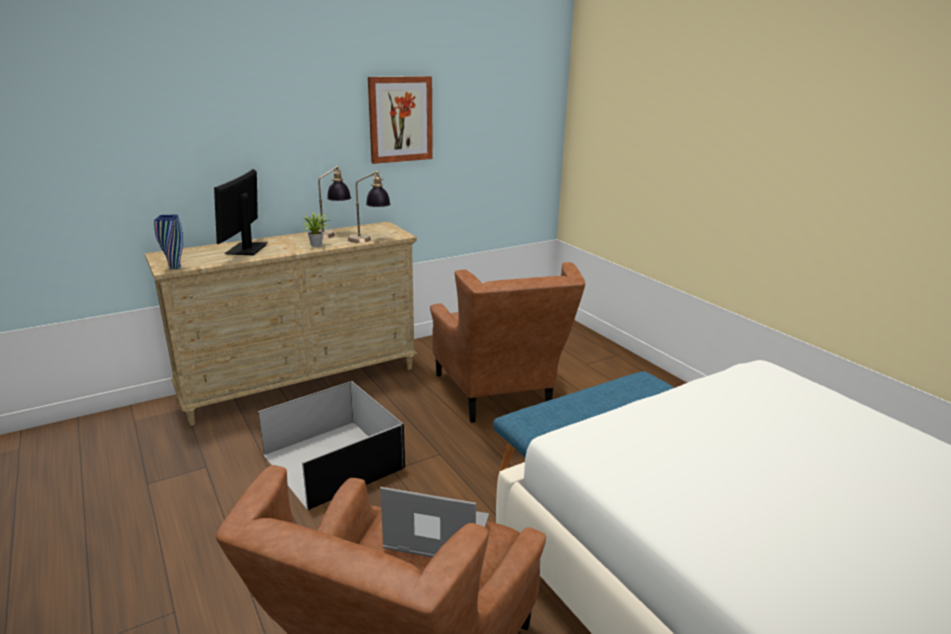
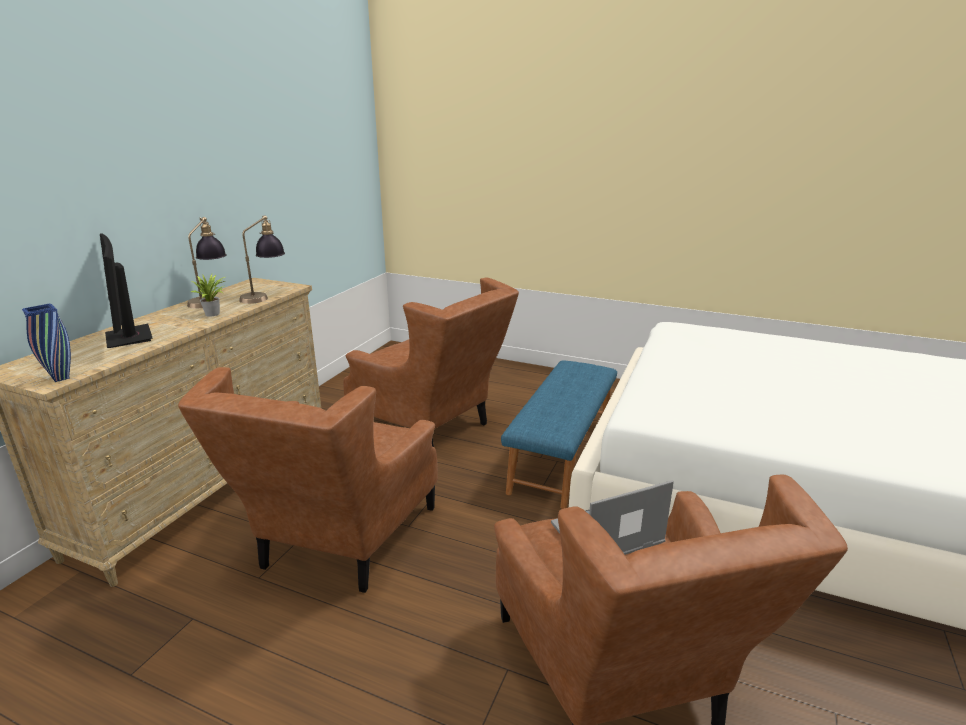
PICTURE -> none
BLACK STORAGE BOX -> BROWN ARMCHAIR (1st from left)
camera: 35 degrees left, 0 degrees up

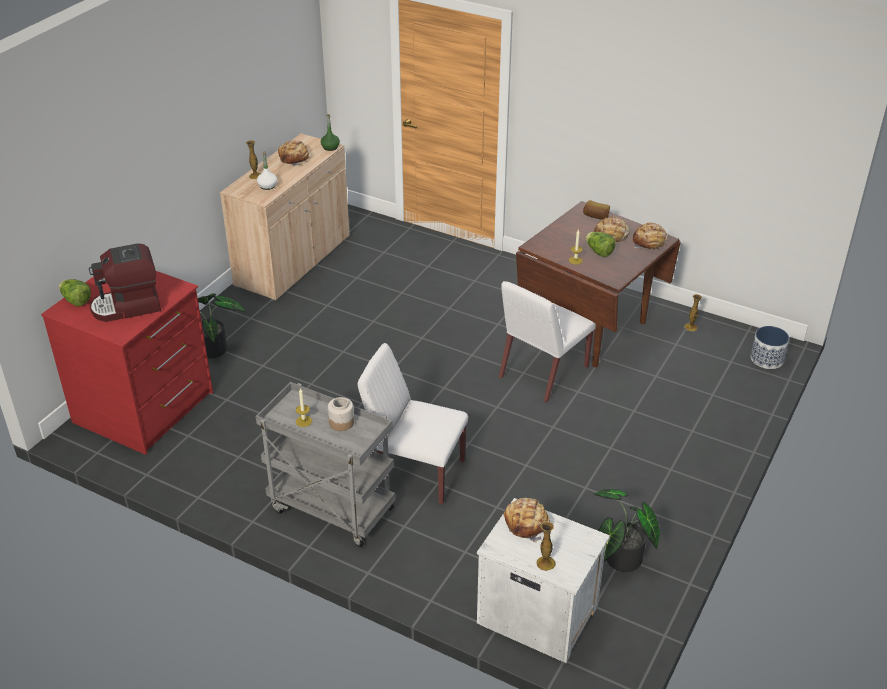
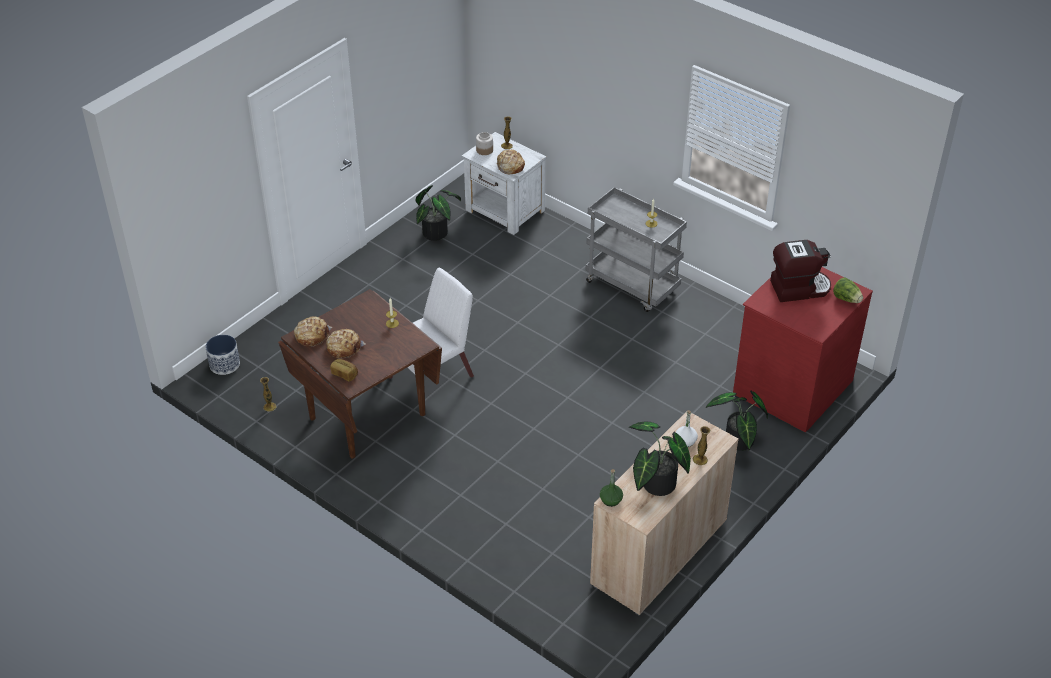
WHITE CHAIR (1st from left) -> none
LETTUCE (2nd from left) -> none
JAR, move
BREAD (1st from left) -> POTTED PLANT (2nd from left)
camera: 170 degrees left, 5 degrees up

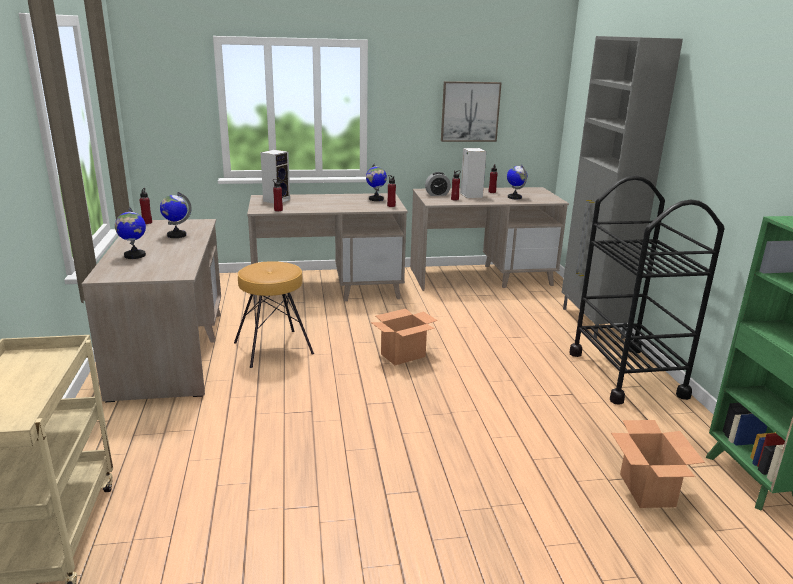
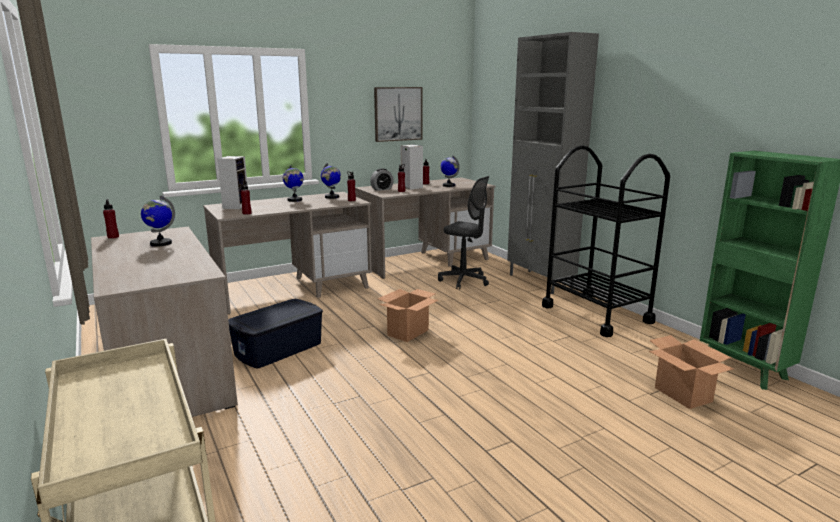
none -> GREY OFFICE CHAIR
GLOBE (1st from left in the first image) -> GLOBE (2nd from left), move
BROWN STOOL -> BLUE STORAGE BOX
camera: 20 degrees left, 5 degrees down

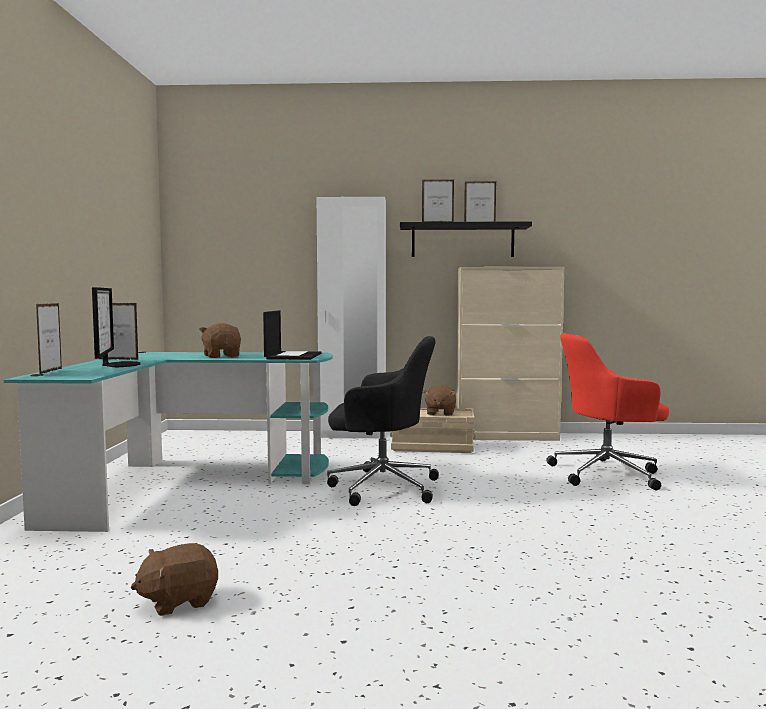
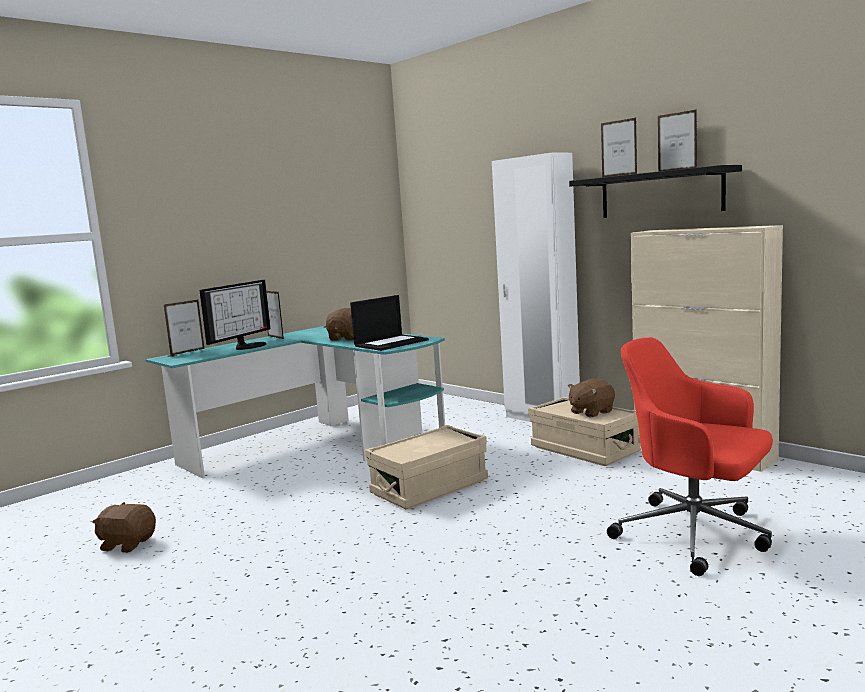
BLACK OFFICE CHAIR -> BEIGE STORAGE BOX (1st from left)
camera: 45 degrees right, 5 degrees up

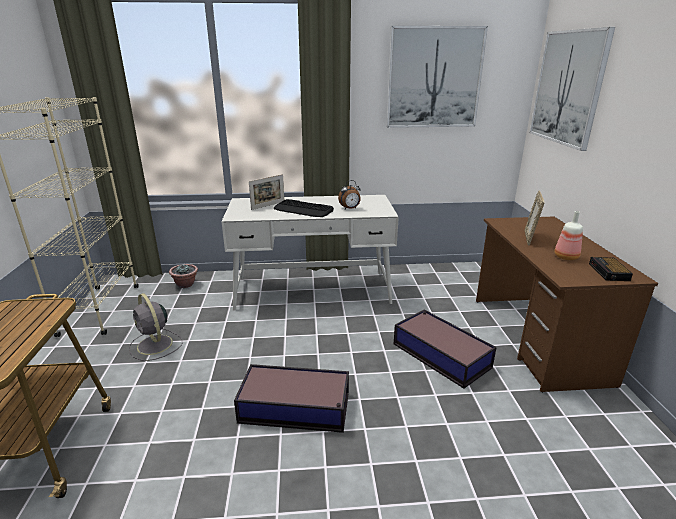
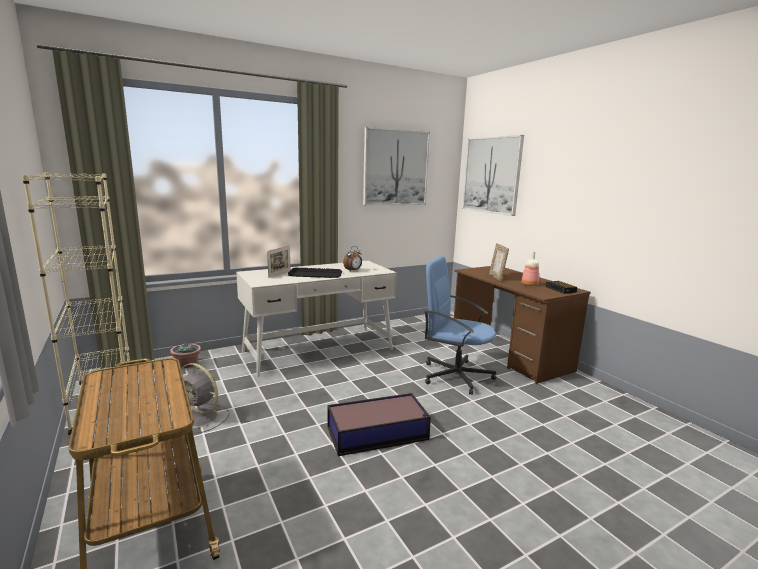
STORAGE BOX (2nd from left) -> BLUE OFFICE CHAIR
camera: 25 degrees left, 10 degrees down

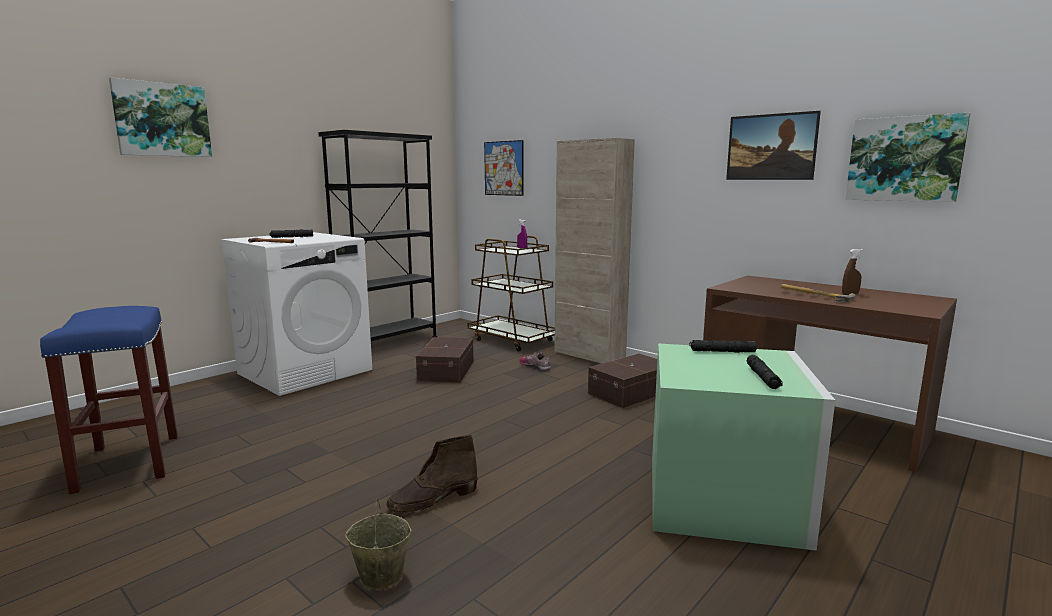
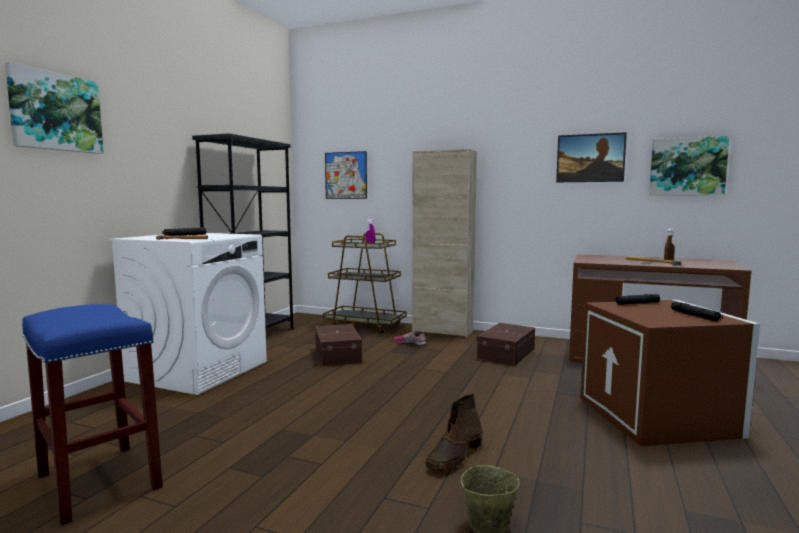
GREEN STORAGE BOX -> BROWN STORAGE BOX (3rd from left)
camera: 20 degrees left, 5 degrees down

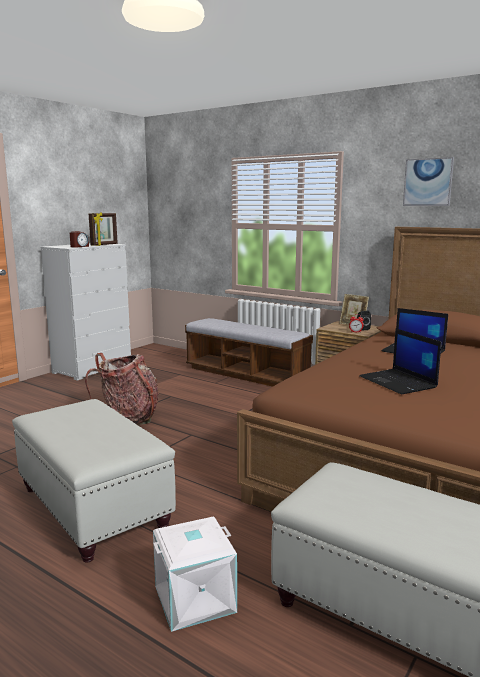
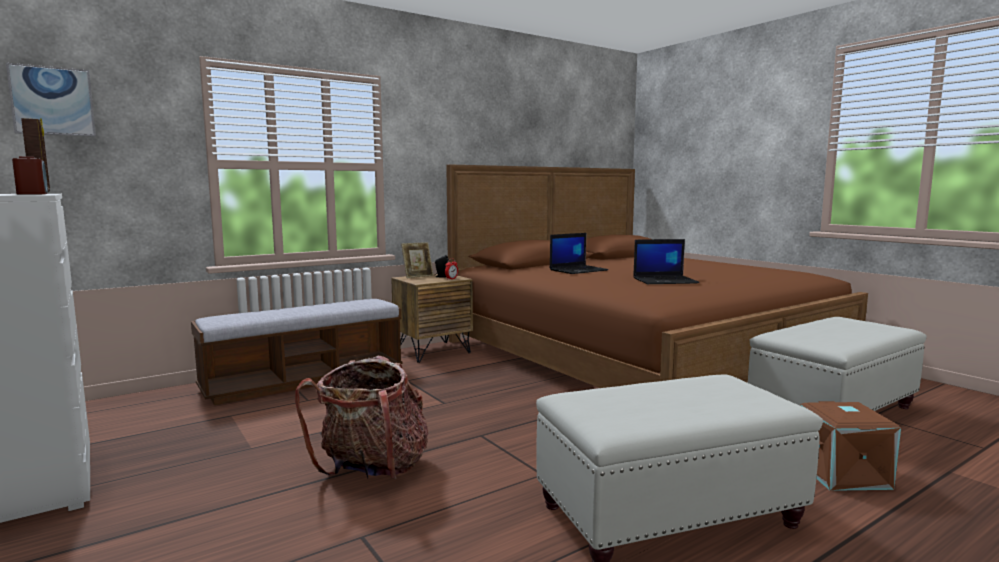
PICTURE, move
WHITE STORAGE BOX -> BROWN STORAGE BOX
camera: 70 degrees left, 5 degrees down

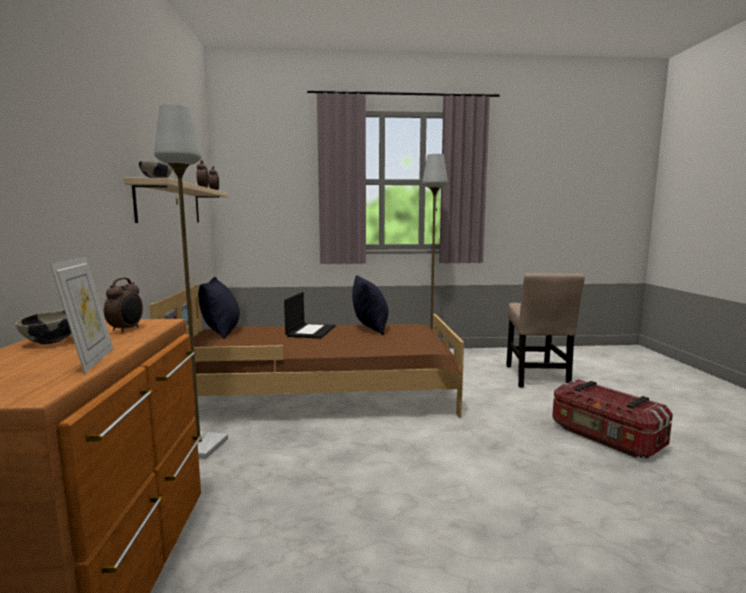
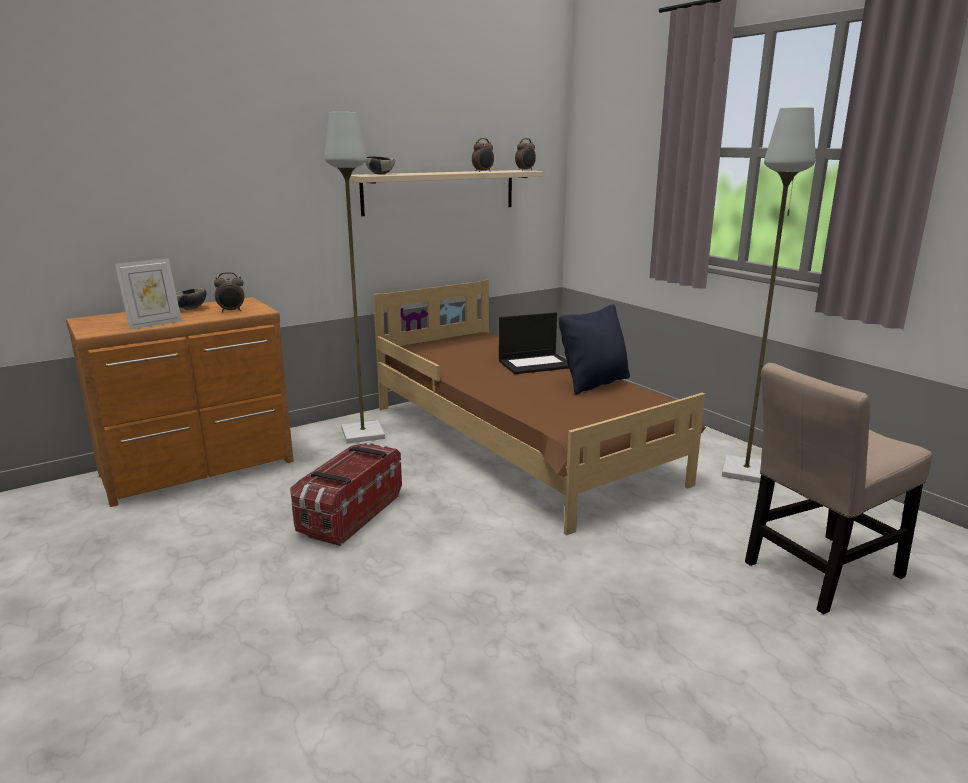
BLACK PILLOW (1st from left) -> none
STORAGE BOX, move
camera: 60 degrees right, 10 degrees up

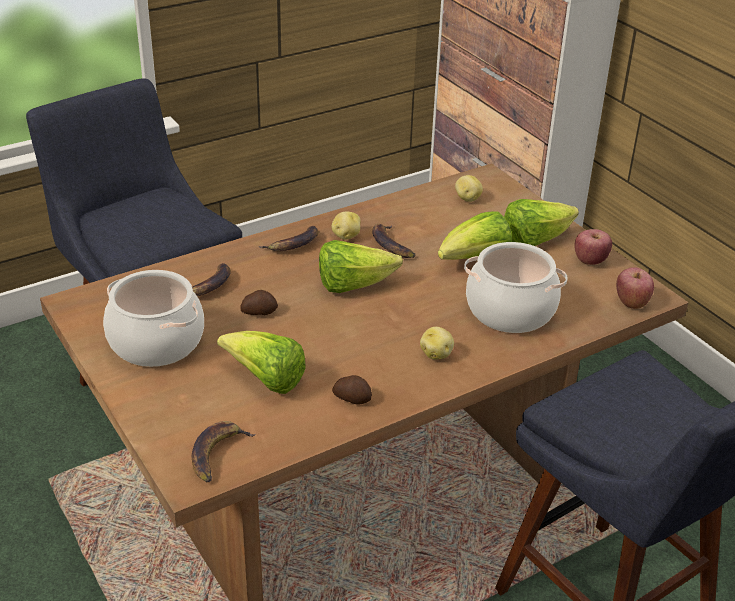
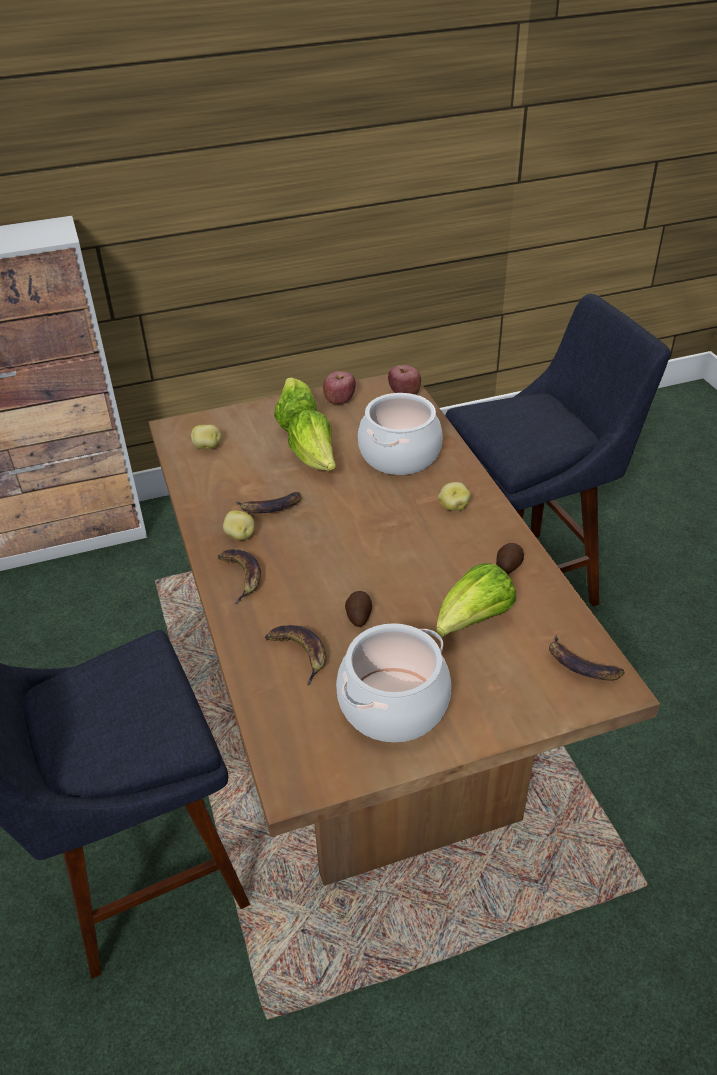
LETTUCE (2nd from left) -> none
camera: 75 degrees left, 5 degrees up

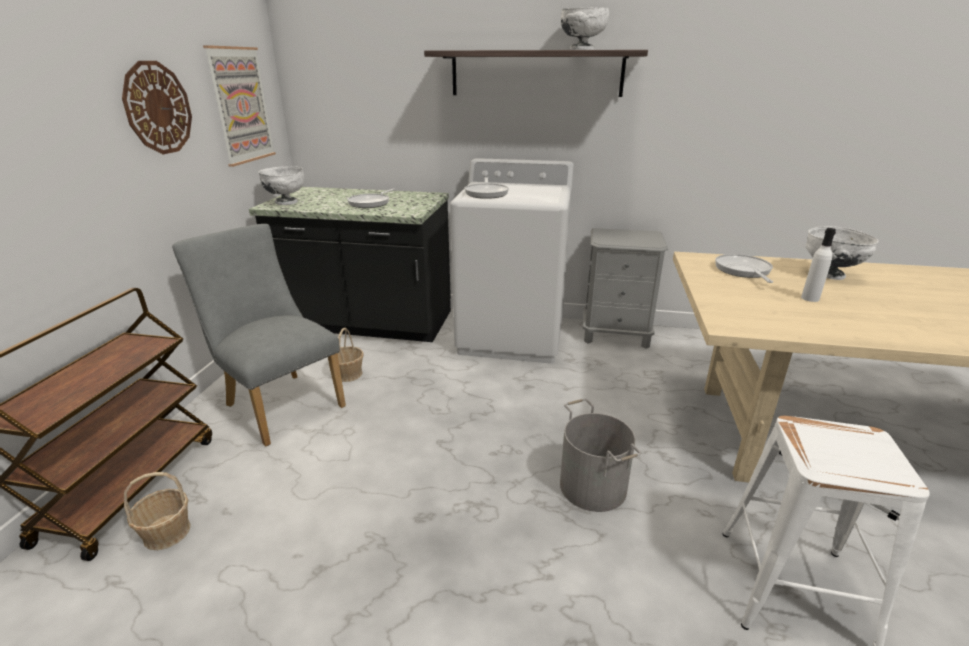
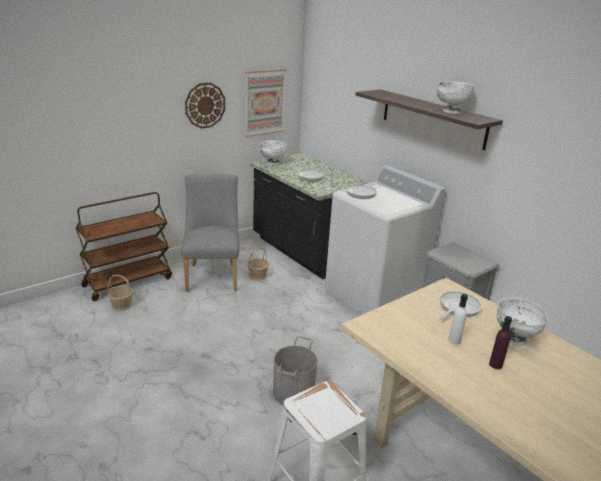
none -> PURPLE BOTTLE
camera: 40 degrees right, 0 degrees up

